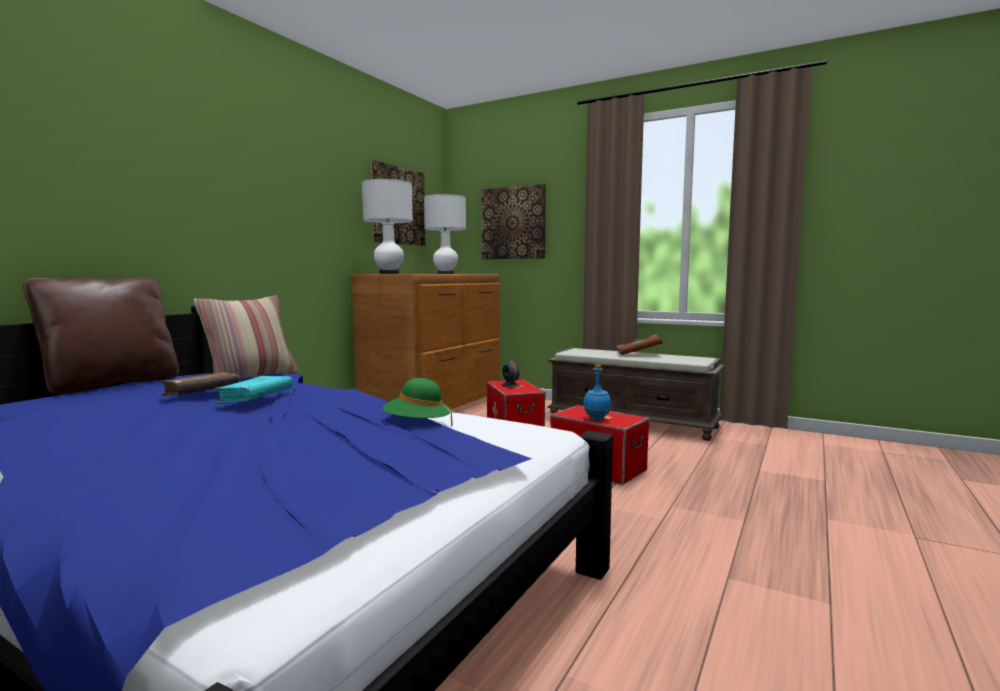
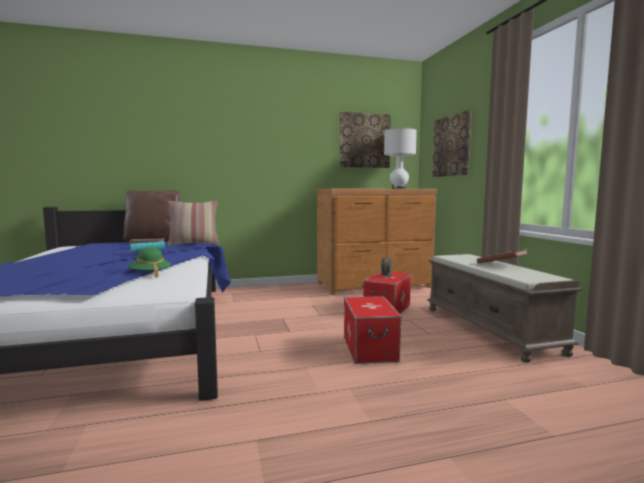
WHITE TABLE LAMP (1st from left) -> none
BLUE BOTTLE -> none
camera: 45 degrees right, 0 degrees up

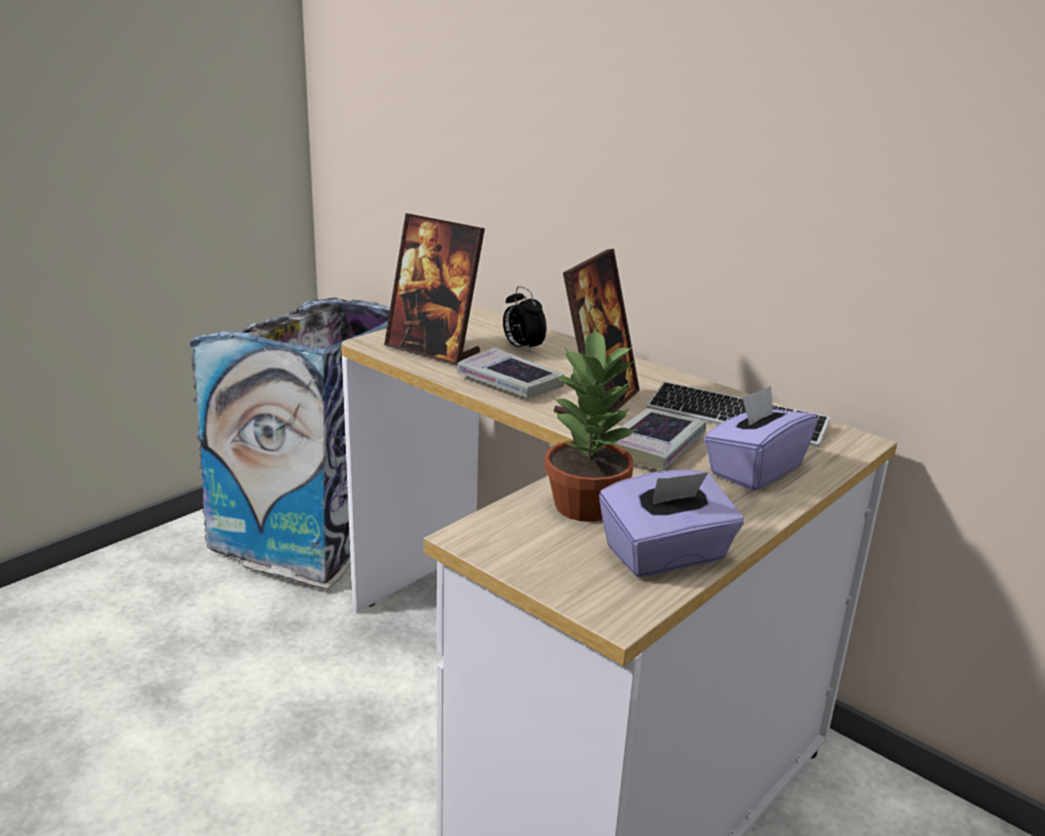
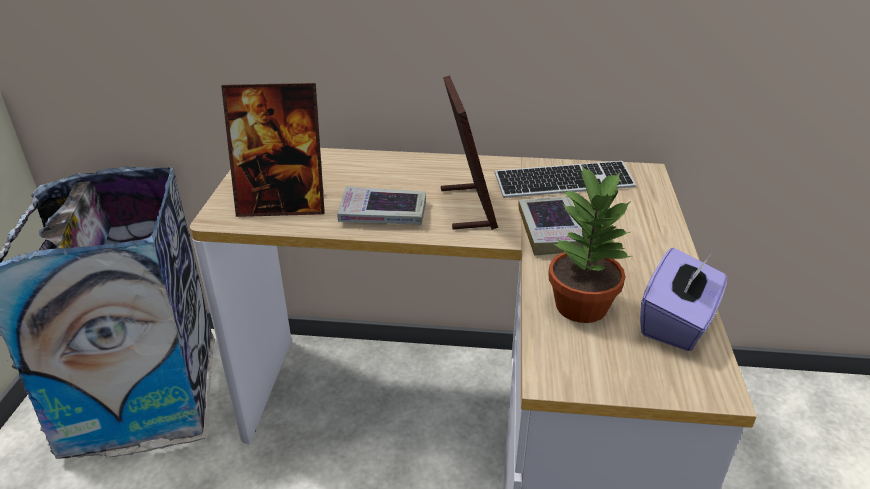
ALARM CLOCK -> none
PURPLE TISSUE BOX (2nd from left) -> none
camera: 35 degrees left, 10 degrees up

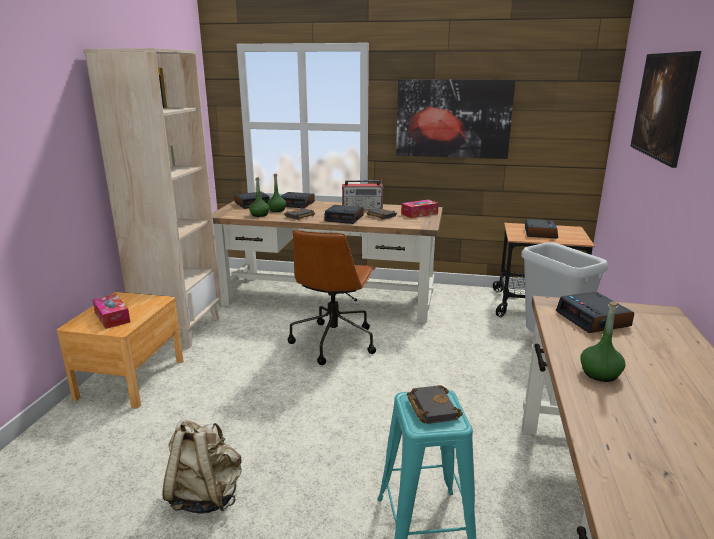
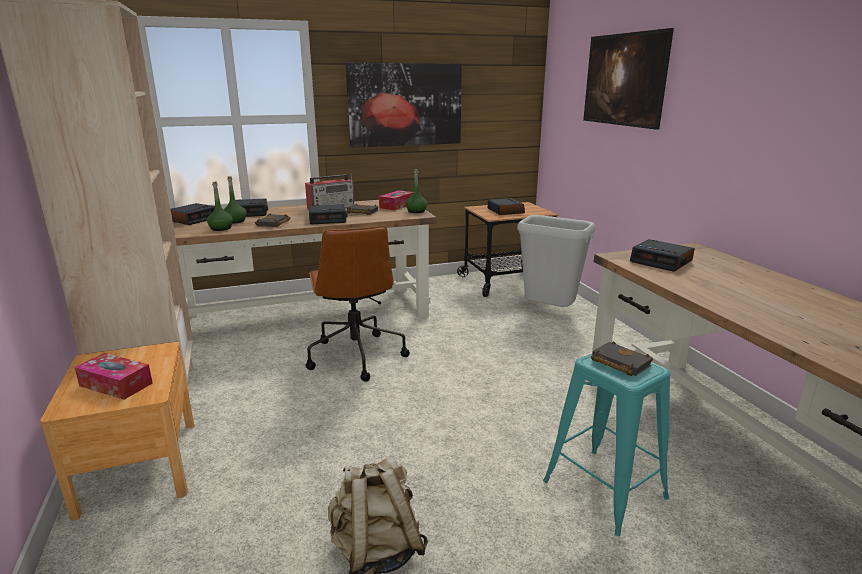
GREEN BOTTLE (3rd from left), move
camera: 30 degrees left, 0 degrees up

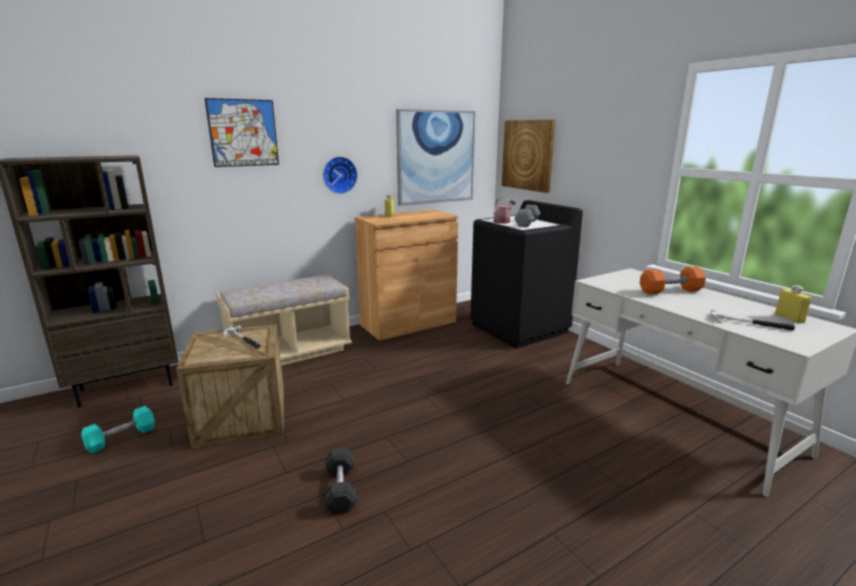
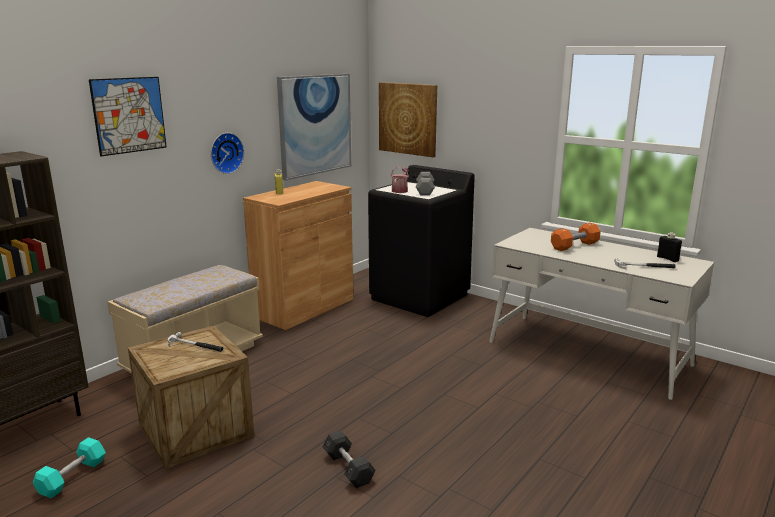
YELLOW BOTTLE (2nd from left) -> BLACK BOTTLE
camera: 20 degrees left, 0 degrees up

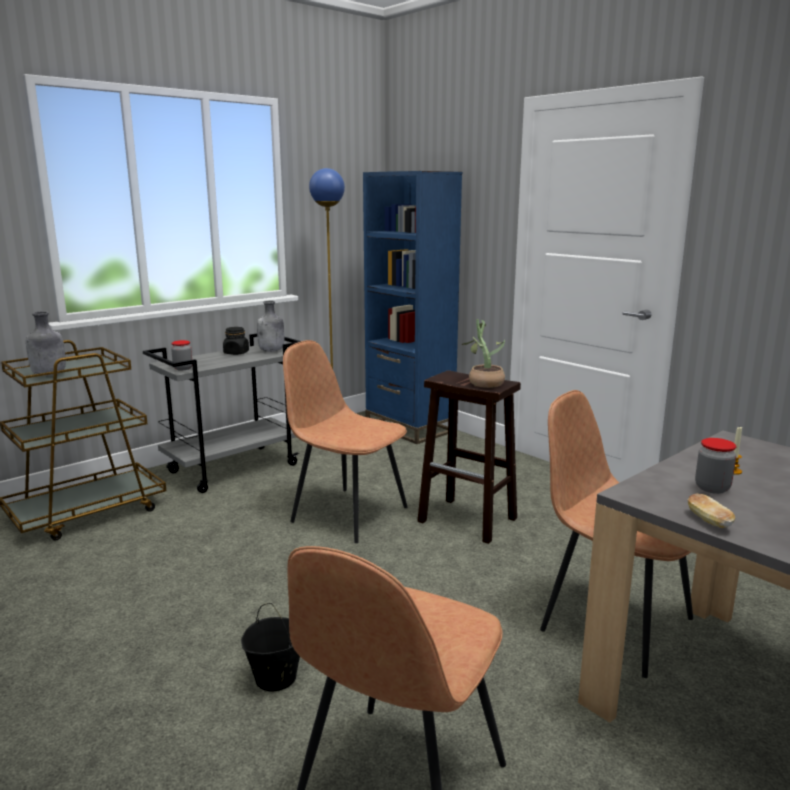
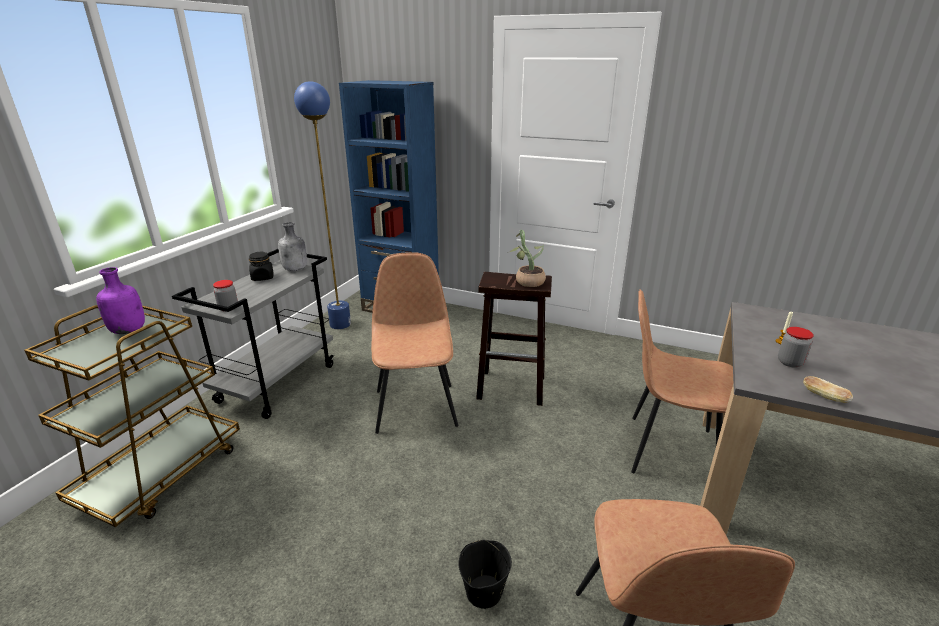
GREY BOTTLE (1st from left) -> none
none -> PURPLE BOTTLE
BROWN CHAIR (1st from left), 75 degrees clockwise
camera: 25 degrees left, 10 degrees up

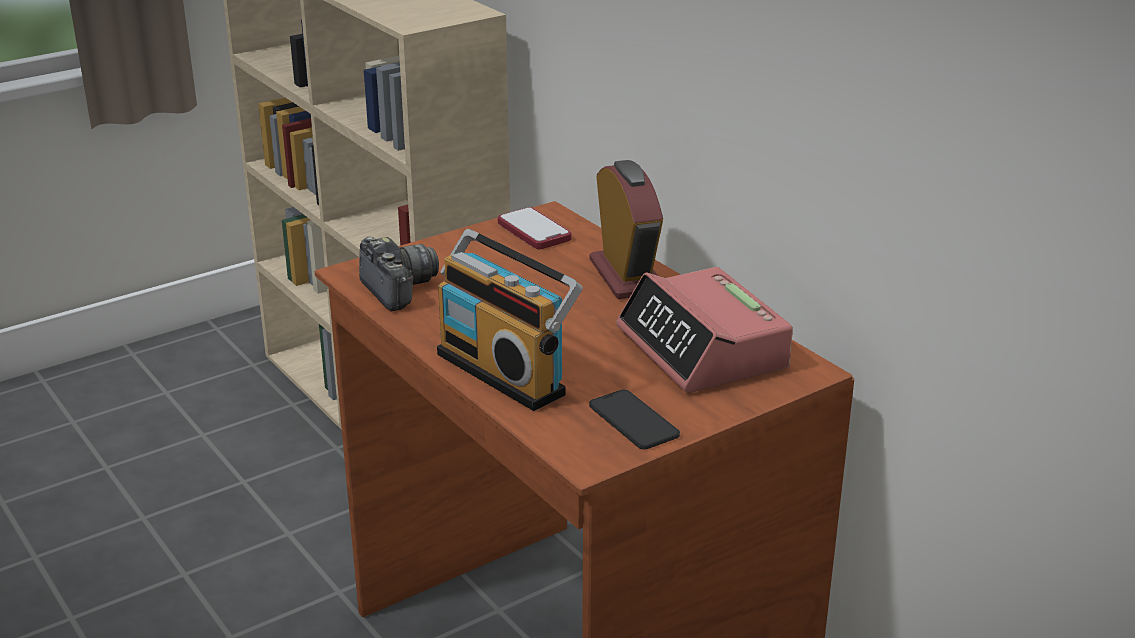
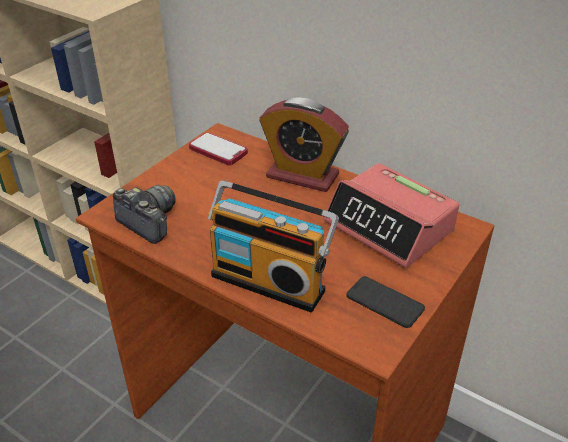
ALARM CLOCK (1st from left), 150 degrees clockwise
camera: 20 degrees left, 10 degrees up

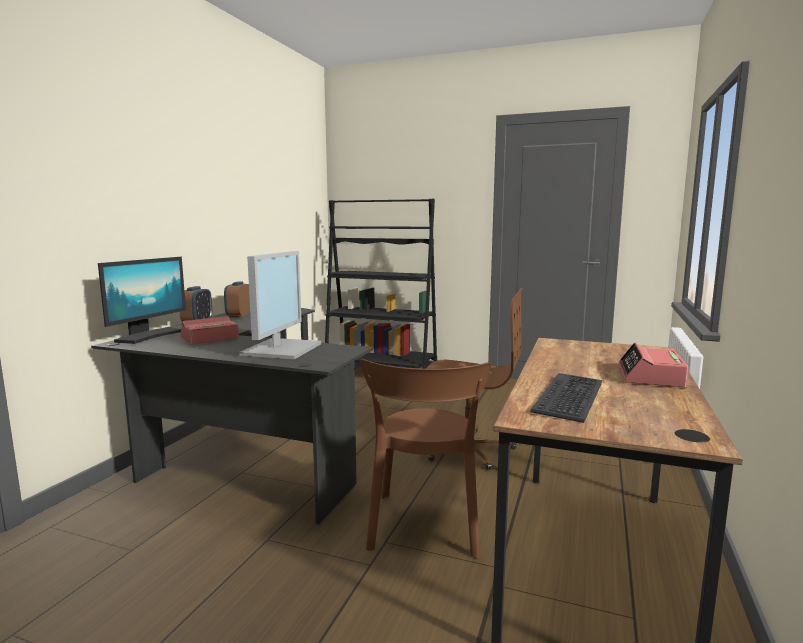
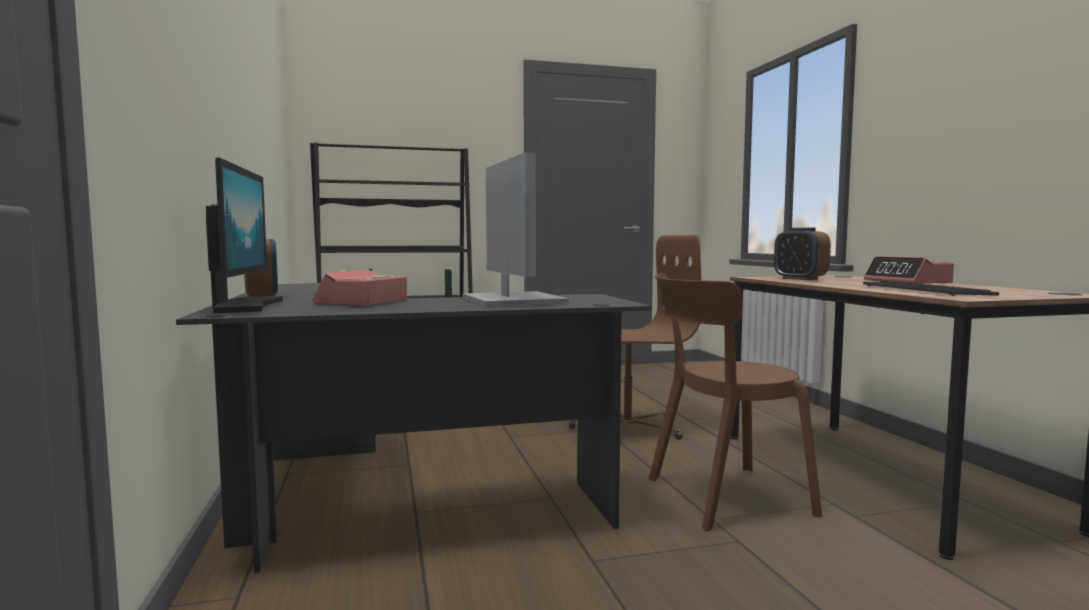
ALARM CLOCK (3rd from left), move
BROWN CHAIR, 105 degrees clockwise
camera: 35 degrees left, 5 degrees down

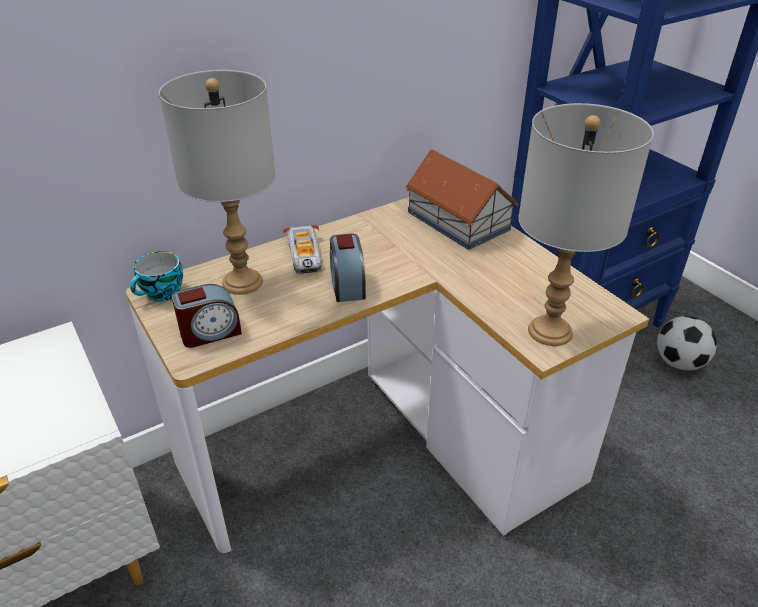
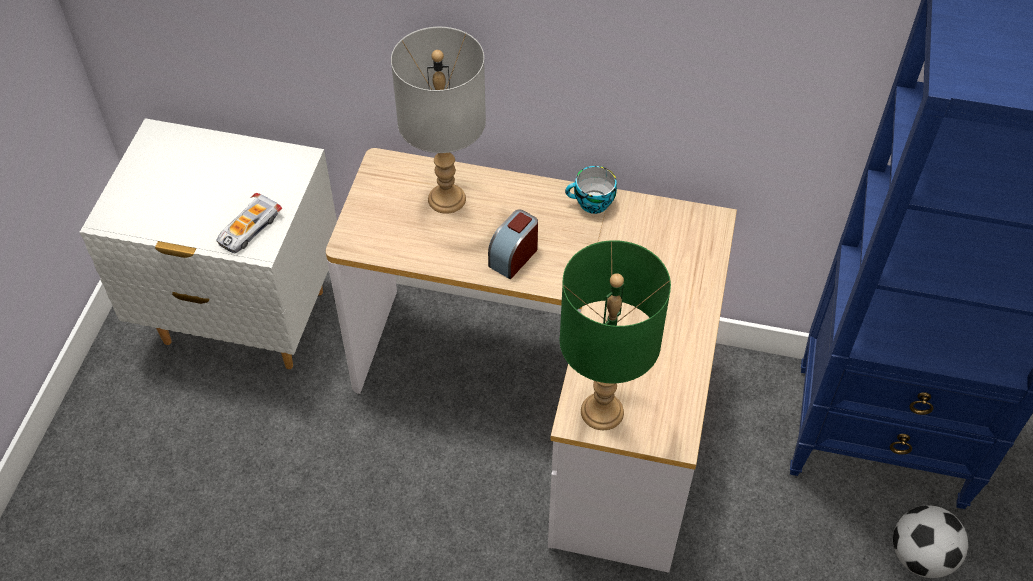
ALARM CLOCK (1st from left) -> none
TOY HOUSE -> none
CUP, move
TOY CAR, move
GREY TABLE LAMP (2nd from left) -> GREEN TABLE LAMP
camera: 45 degrees right, 15 degrees up

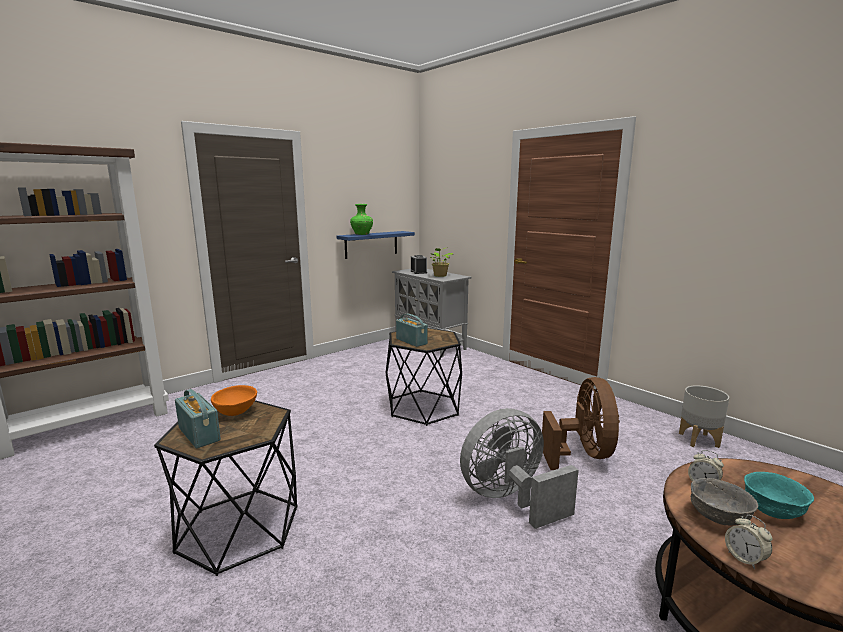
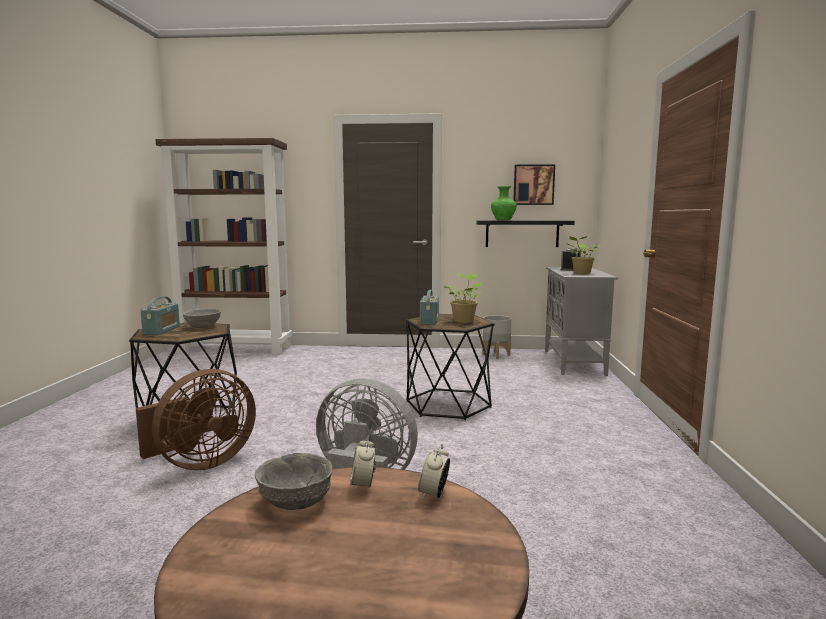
TURQUOISE BOWL -> none
none -> POTTED PLANT (1st from left)
none -> PICTURE
BROWN FAN, move
GREY PLANTER, move
ALARM CLOCK (3rd from left in the first image) -> ALARM CLOCK (2nd from left), move
ORANGE BOWL -> GREY BOWL (1st from left)
BLUE SHELF -> BLACK SHELF
camera: 45 degrees right, 5 degrees down

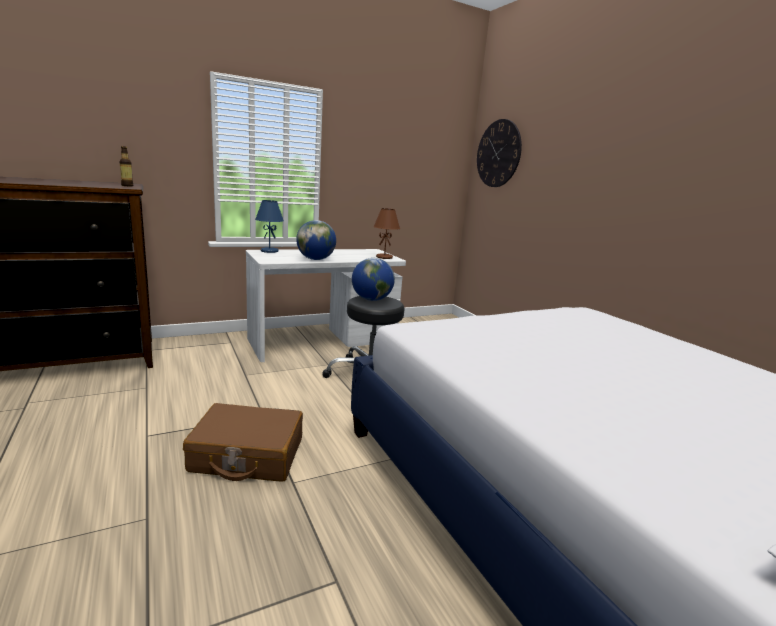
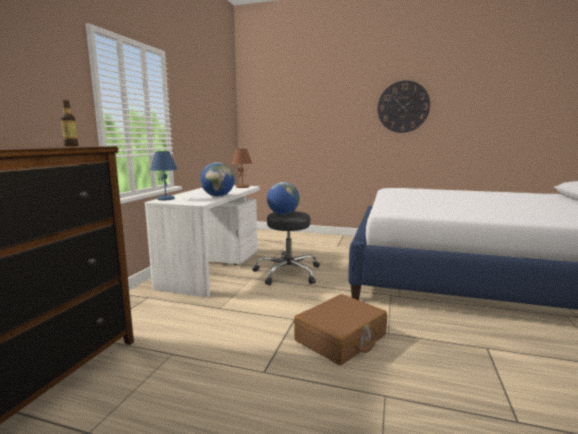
WALL CLOCK, move
camera: 45 degrees left, 5 degrees down

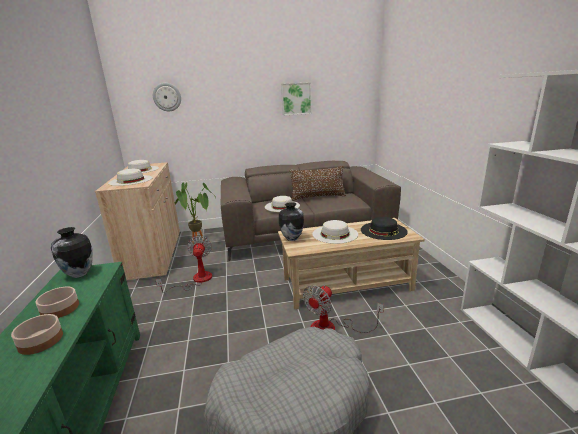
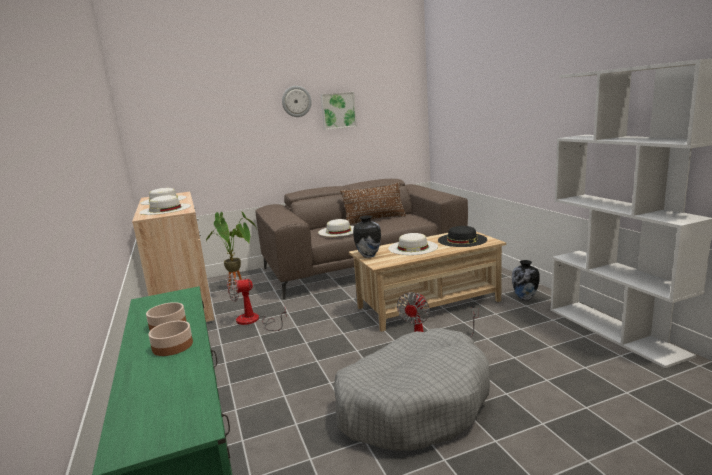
VASE (1st from left in the first image) -> VASE (2nd from left), move
WALL CLOCK, move
FAN (1st from left), 90 degrees counterclockwise
camera: 10 degrees left, 5 degrees down

